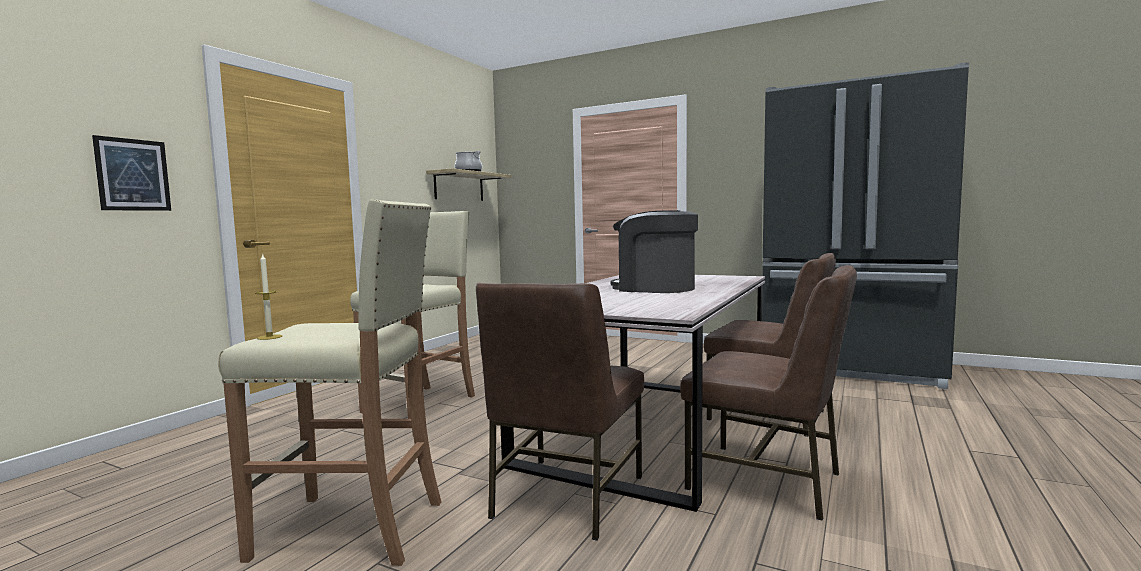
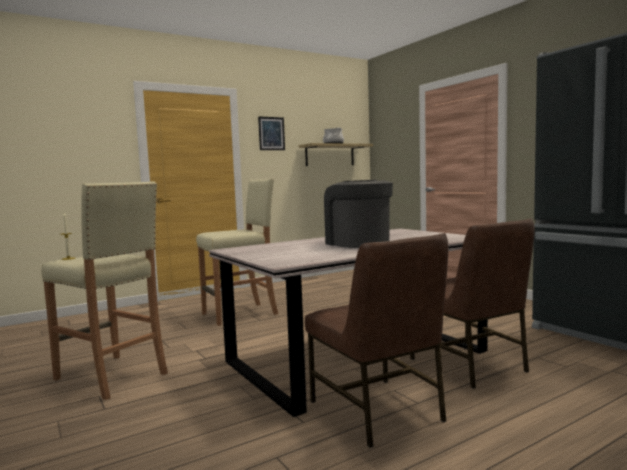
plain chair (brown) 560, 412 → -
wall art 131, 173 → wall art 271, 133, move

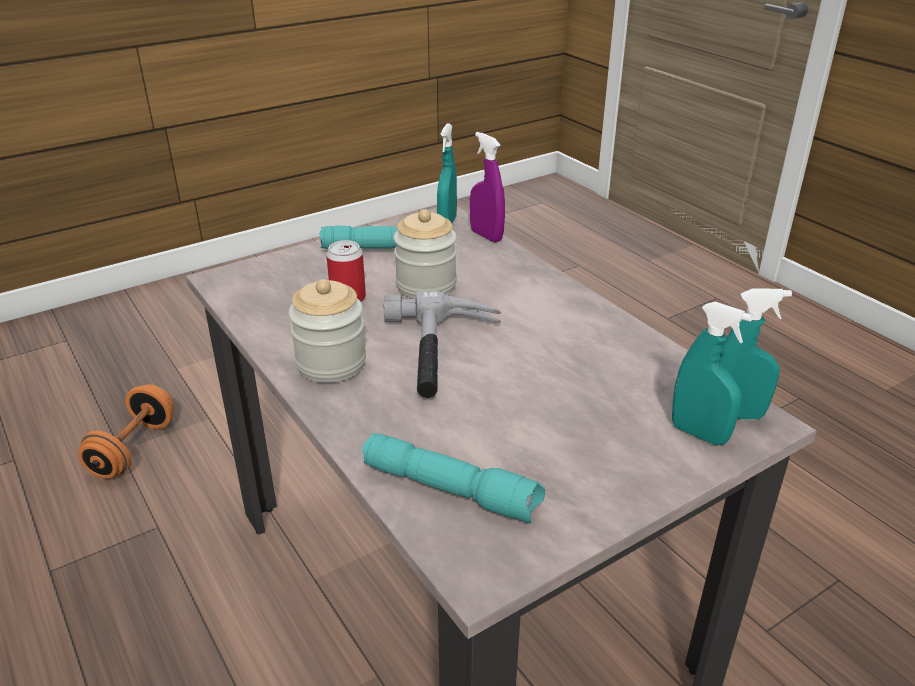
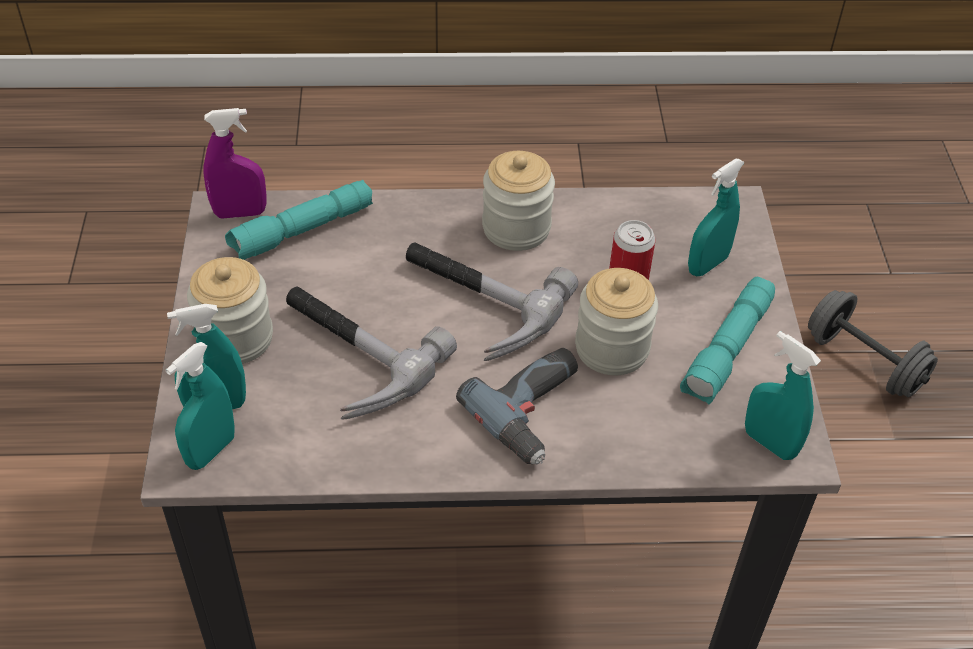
- → preserve jar 230, 310
- → hand hammer 371, 353
- → drill 517, 406
- → spray bottle (turquoise) 716, 218
spray bottle (purplish) 487, 187 → spray bottle (purplish) 235, 163, move
hand weight (orangey) 126, 431 → hand weight (grey) 873, 343

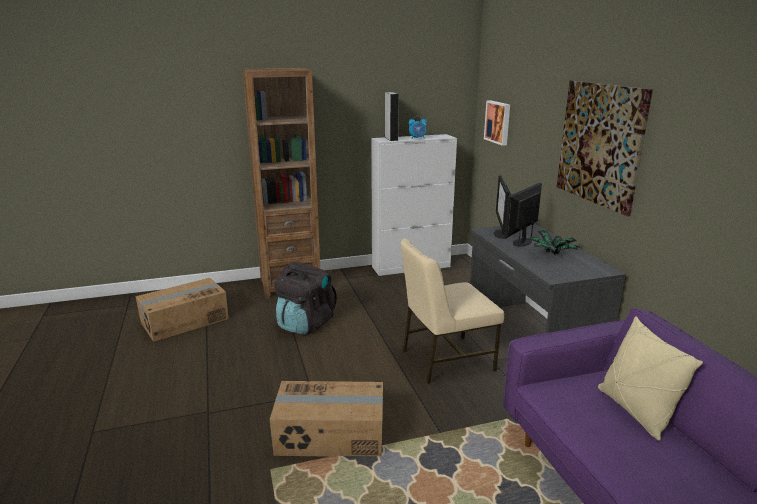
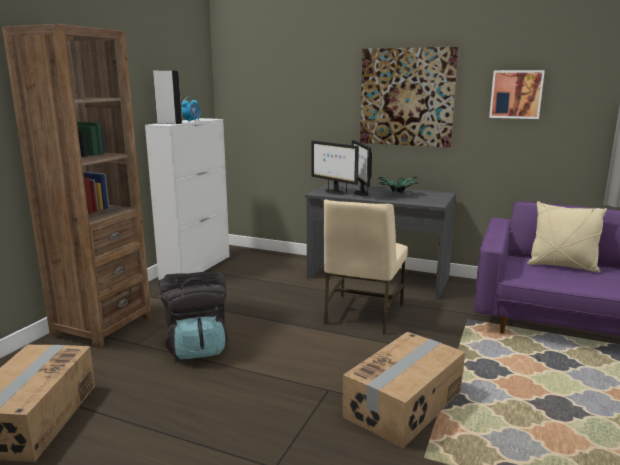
wall art 497, 123 → wall art 517, 94, move

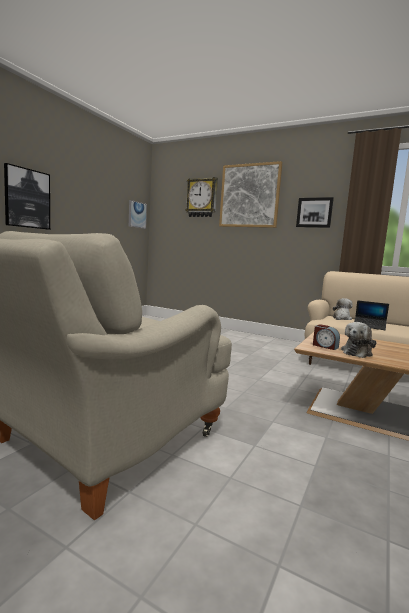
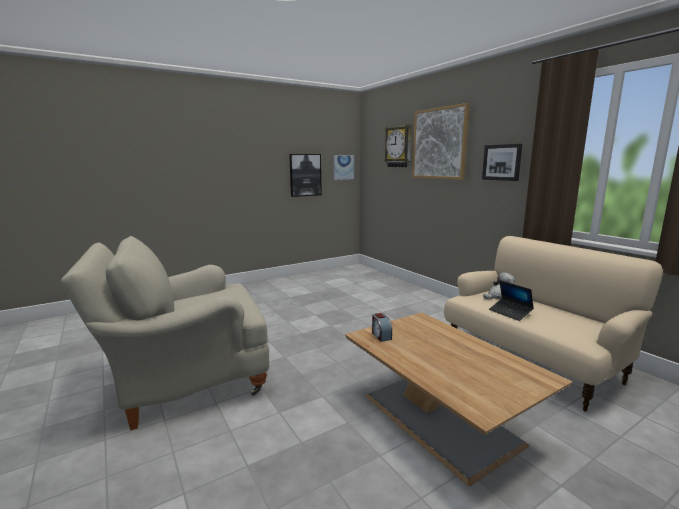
cuddly toy 359, 340 → -
wall art 27, 196 → wall art 305, 175, move

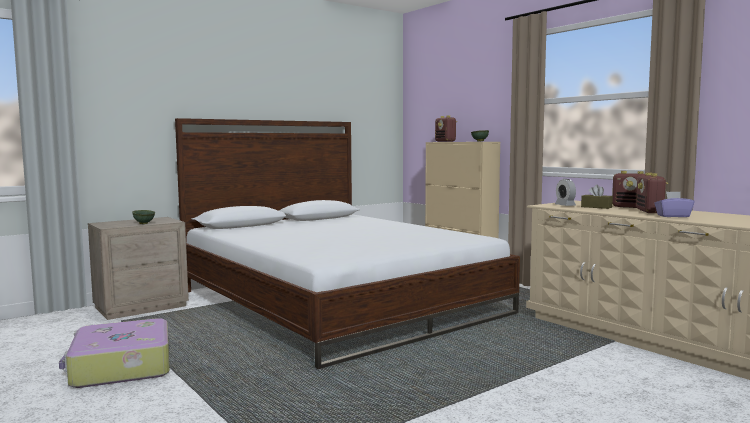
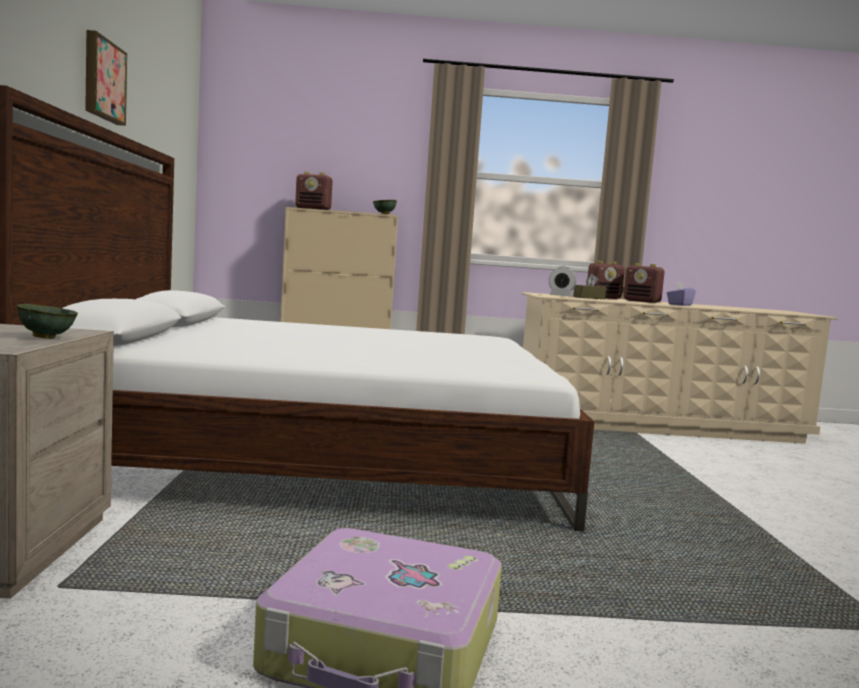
- → wall art 106, 78

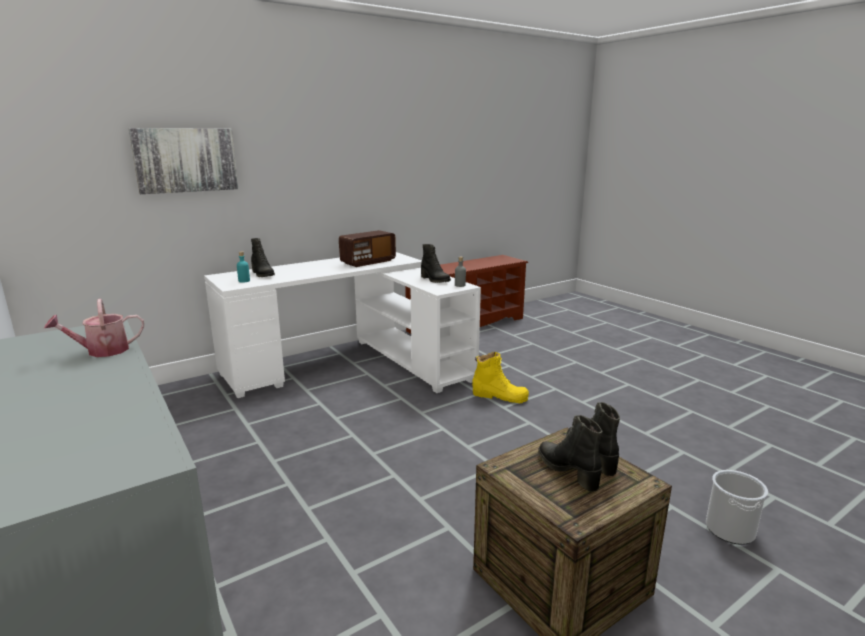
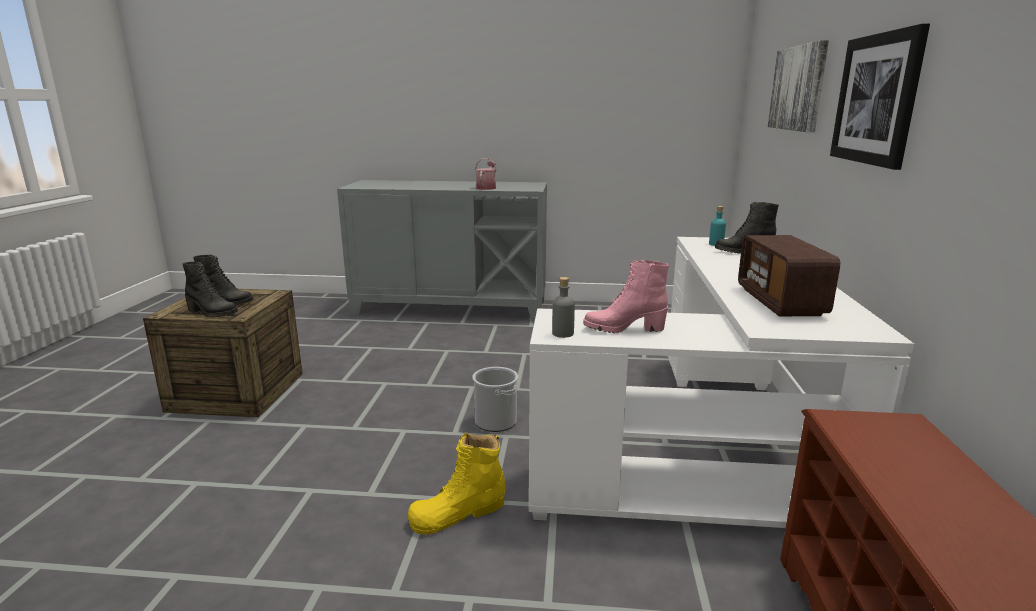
- → wall art 880, 96
bucket 737, 507 → bucket 495, 399, move
high-top boot (blackish) 436, 263 → high-top boot (pink) 626, 296

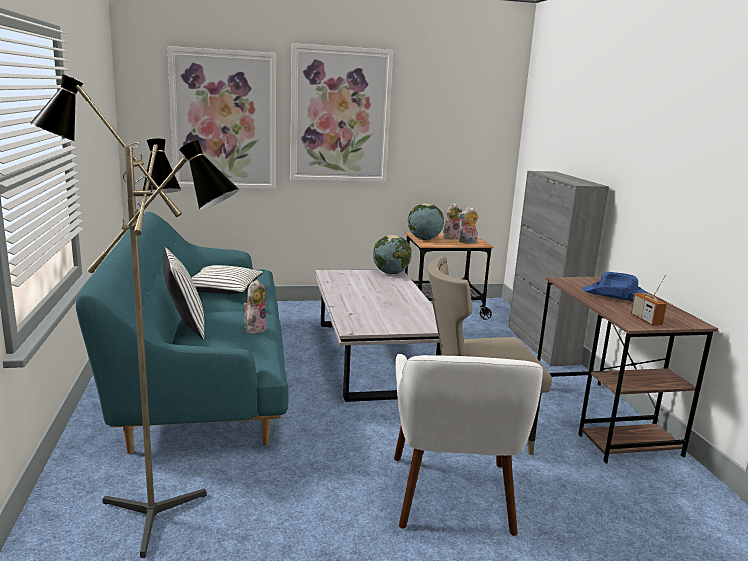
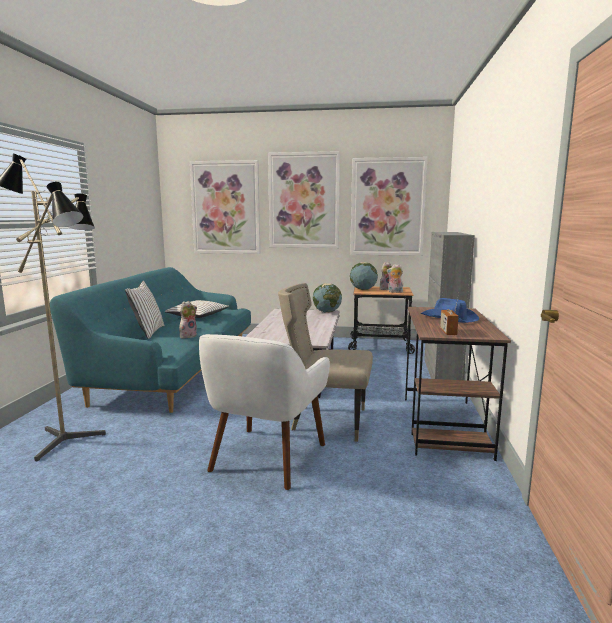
- → wall art 389, 206

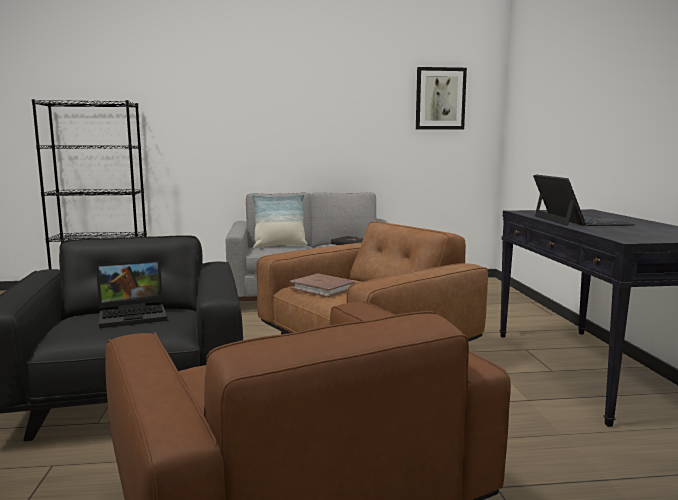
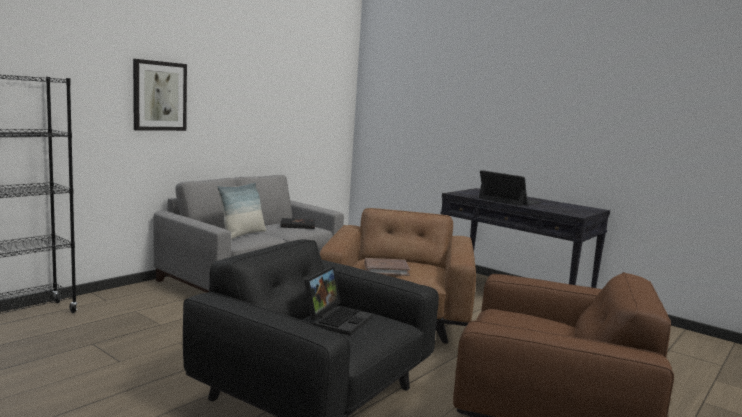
wall art 441, 98 → wall art 160, 95, move

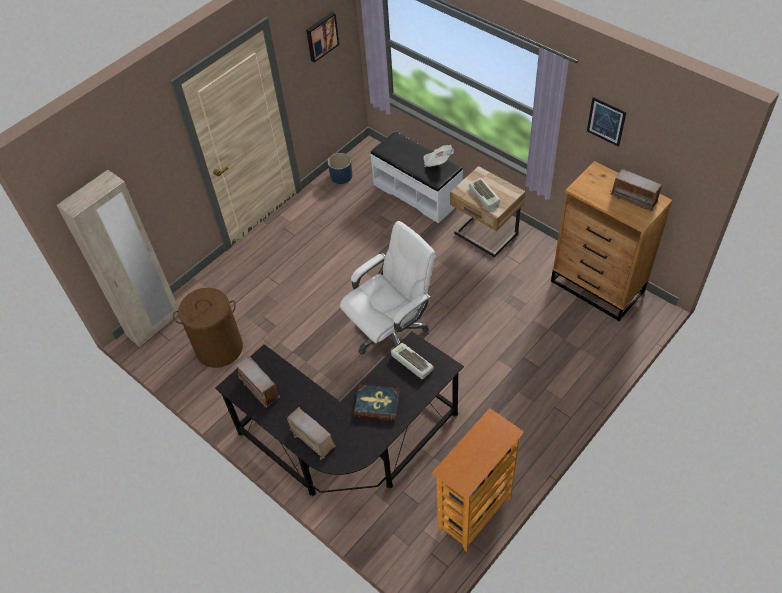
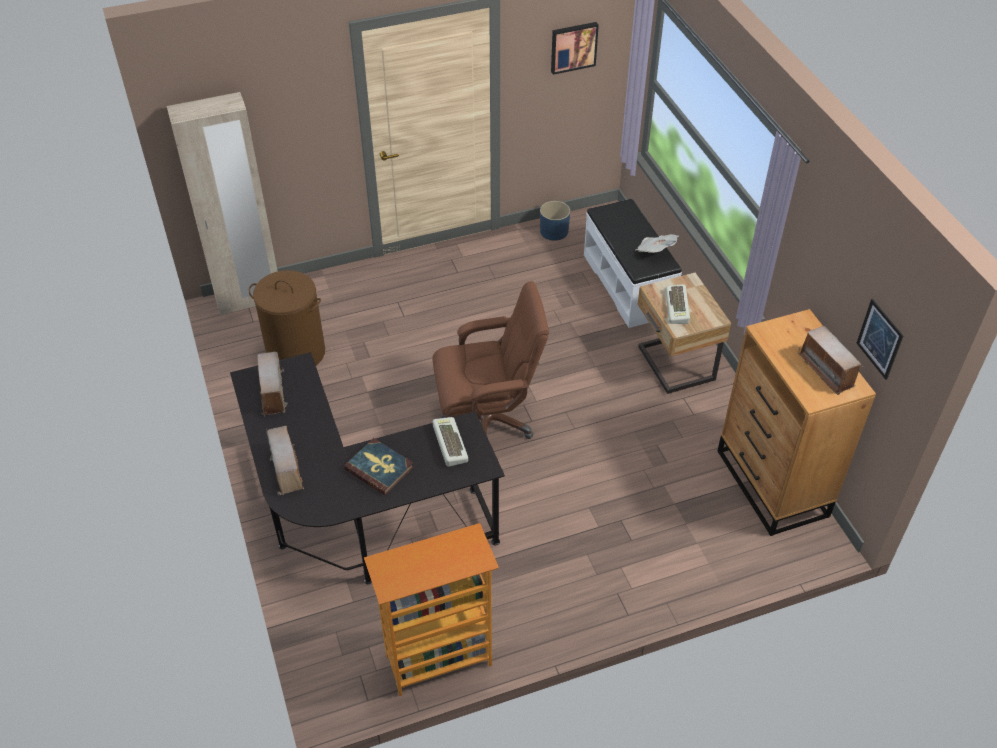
wall art 606, 122 → wall art 880, 339, move
desk chair (white) 387, 287 → desk chair (brown) 490, 360

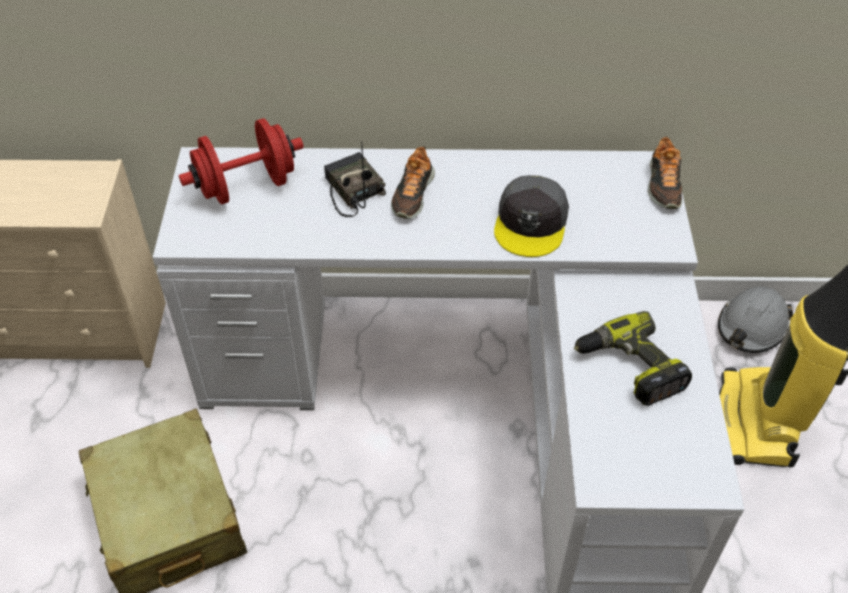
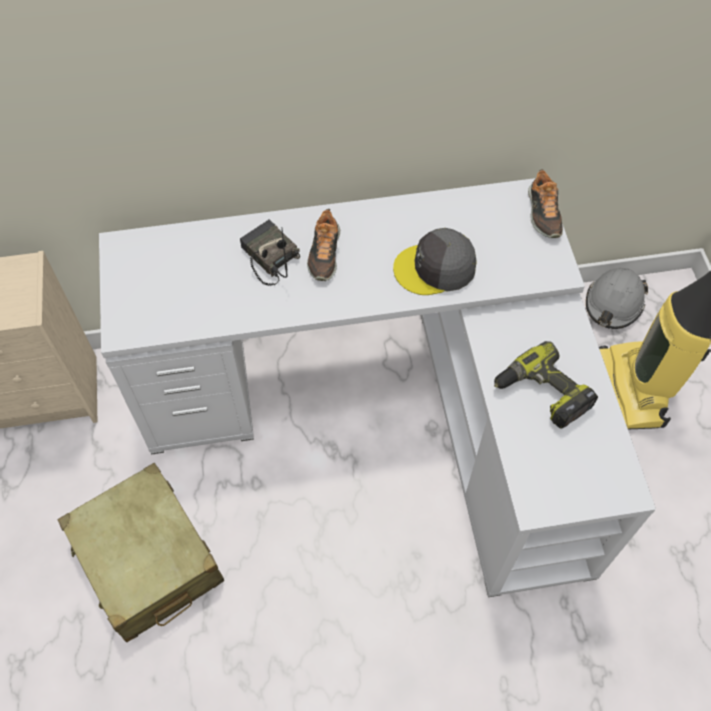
hand weight (red) 241, 161 → -
cap (grey) 531, 216 → cap (grey) 434, 261, 75 degrees clockwise

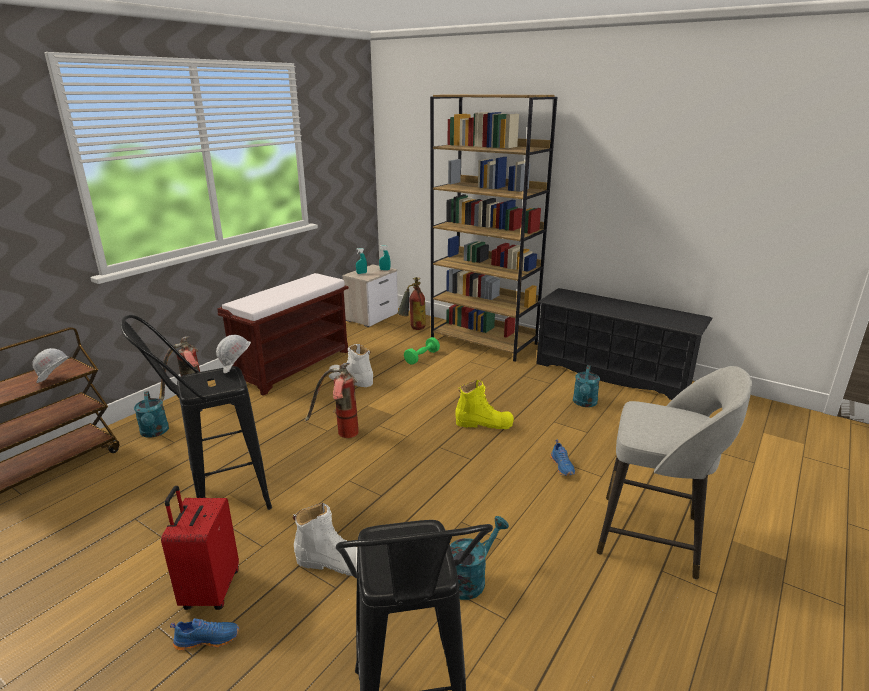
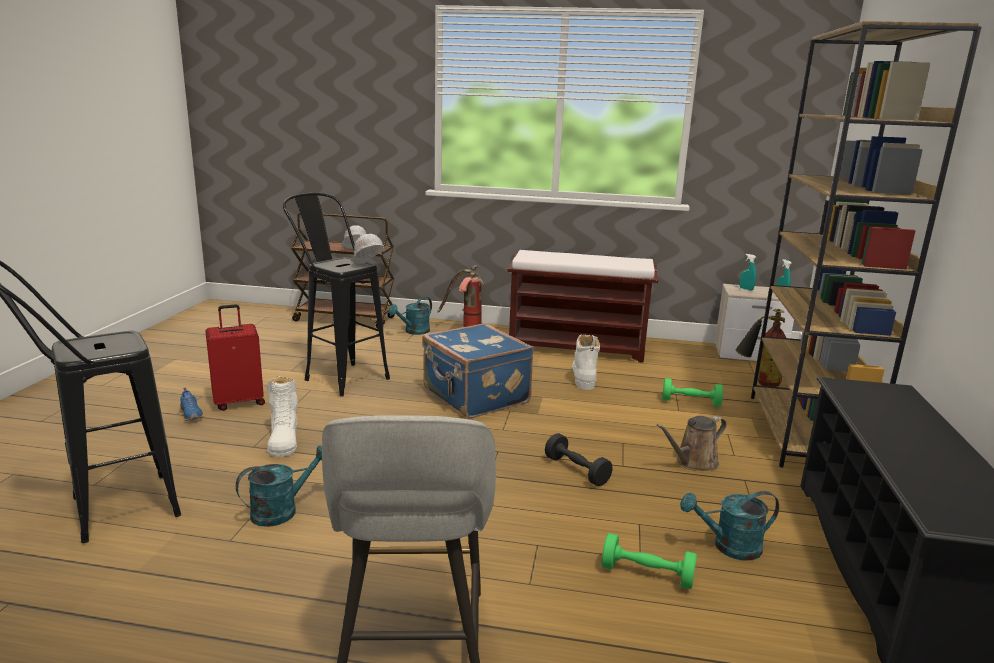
shoe (bluish) 562, 458 → -
- → hand weight (green) 649, 561
- → sprinkling can (brown) 691, 443
extinguisher 332, 400 → piece of luggage (bluish) 478, 370
high-top boot (yellow) 484, 404 → hand weight (blackish) 579, 459
sprinkling can (turquoise) 479, 558 → sprinkling can (turquoise) 279, 486, 60 degrees counterclockwise

